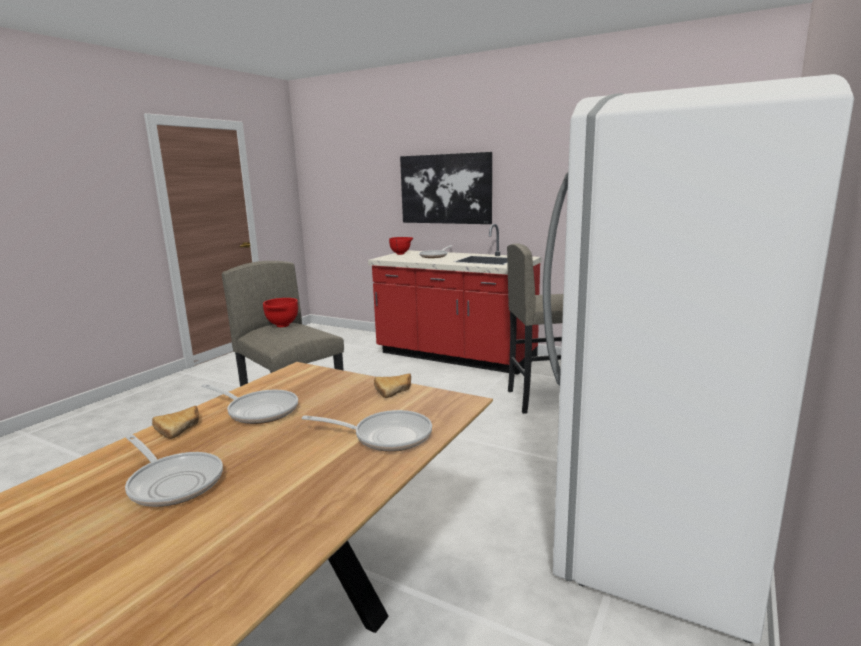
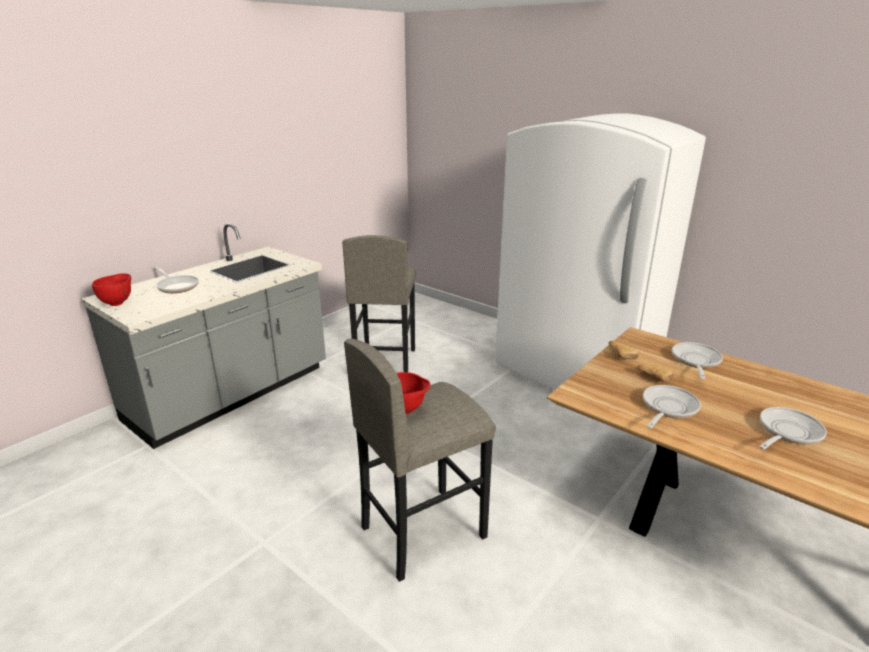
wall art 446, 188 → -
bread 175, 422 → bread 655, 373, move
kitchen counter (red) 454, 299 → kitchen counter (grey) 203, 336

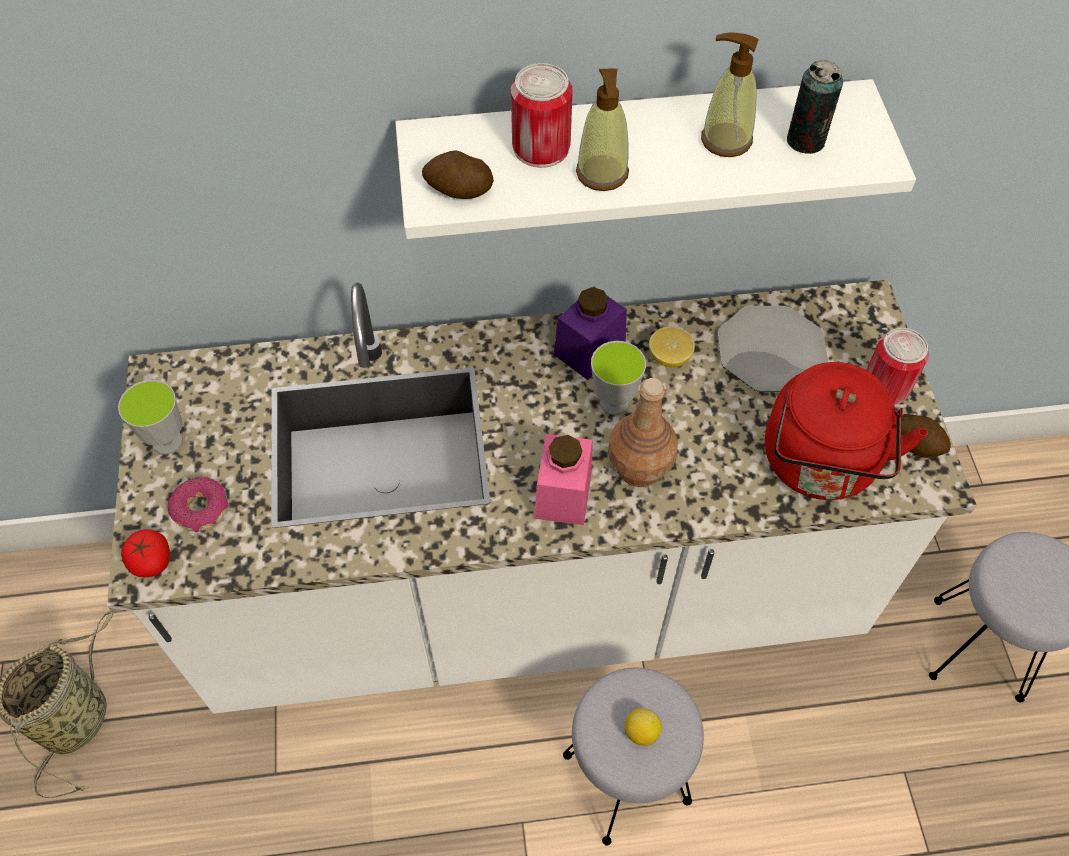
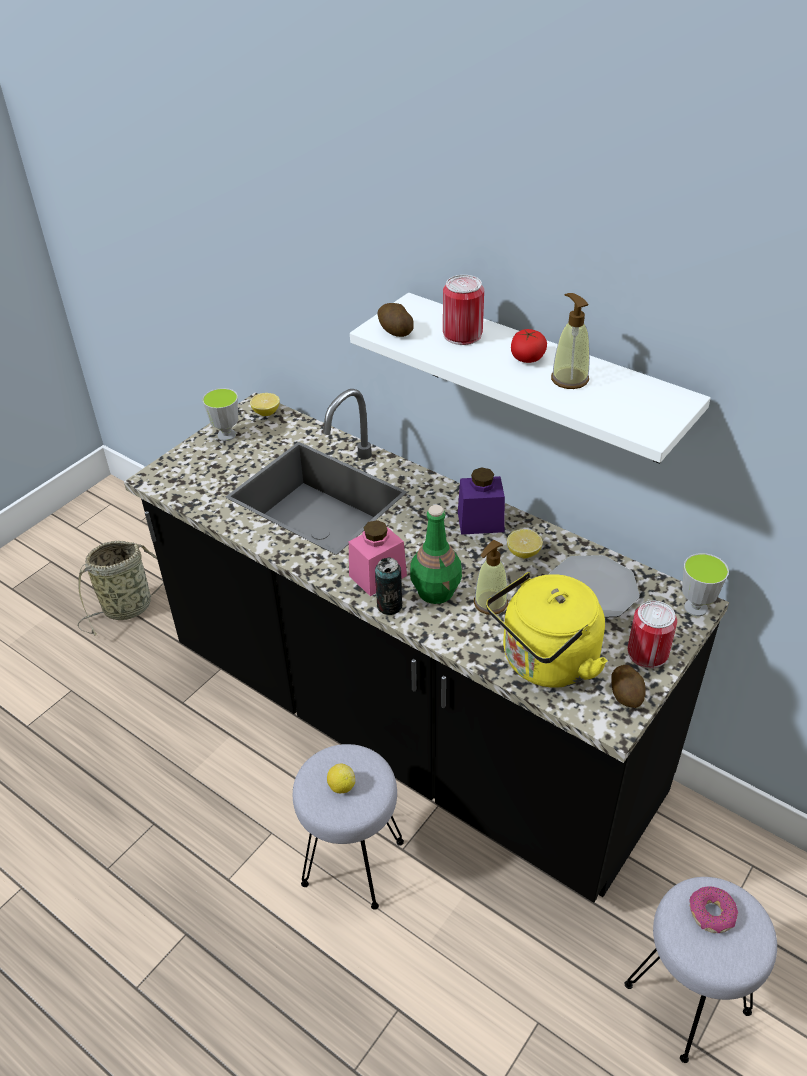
- → whole lemon 265, 404
fresh tomato 145, 553 → fresh tomato 529, 346, move
ring doughnut 197, 505 → ring doughnut 713, 909, move
liquid soap bottle 602, 129 → liquid soap bottle 491, 577, move
small cup 618, 378 → small cup 705, 584, move
can 815, 107 → can 388, 586, move
kitchen counter (white) 542, 497 → kitchen counter (blackish) 426, 646
beverage bottle (brown) 643, 432 → beverage bottle (green) 436, 554
kettle (red) 846, 431 → kettle (yellow) 547, 630

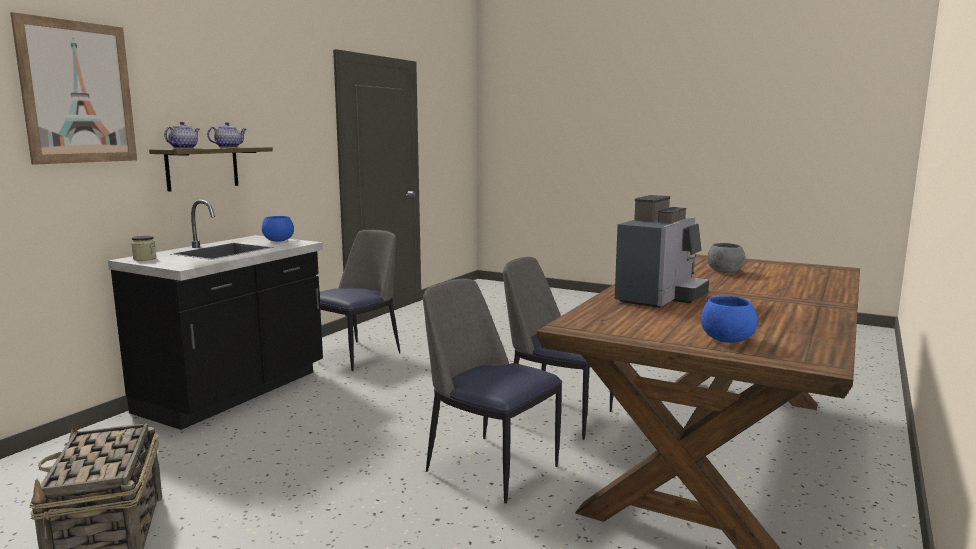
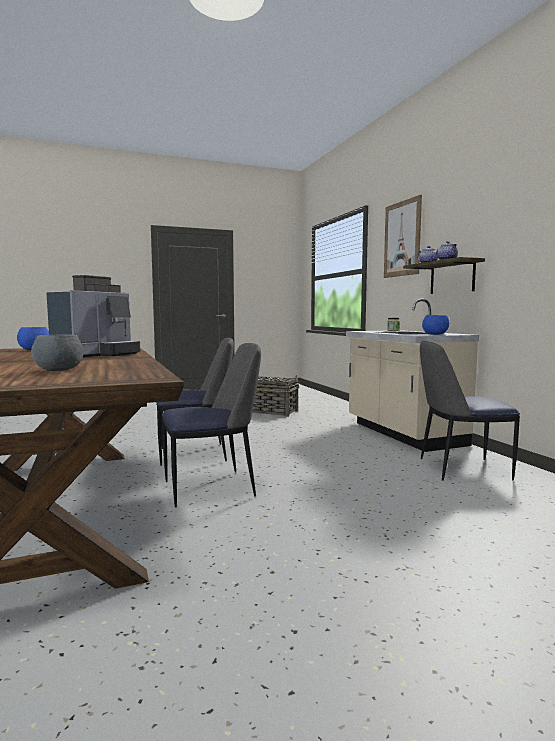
kitchen counter (blackish) 215, 315 → kitchen counter (sand-coloured) 412, 375
plain chair 360, 300 → plain chair 470, 411, 105 degrees clockwise
coffee maker 662, 251 → coffee maker 93, 316, 135 degrees counterclockwise

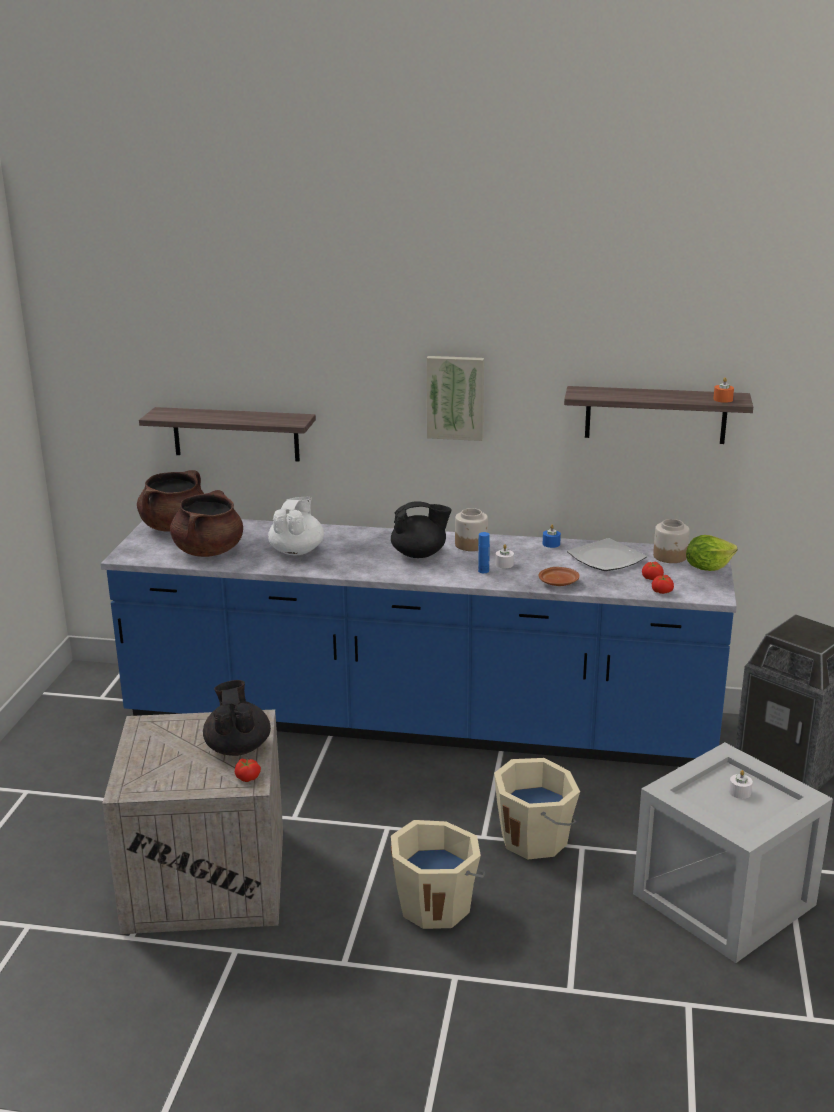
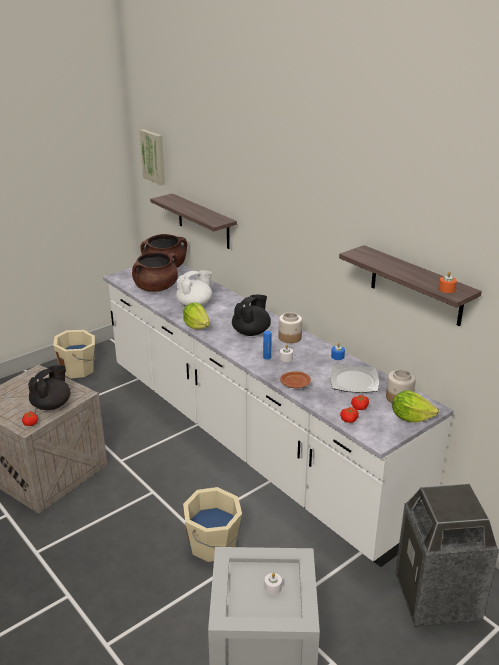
- → head of lettuce 196, 315
bucket (sand-coloured) 438, 874 → bucket (sand-coloured) 74, 354, move
wall art 455, 398 → wall art 152, 157, move
kitchen counter (bluish) 419, 643 → kitchen counter (white) 278, 416
pot for tea (blackish) 421, 529 → pot for tea (blackish) 251, 315, 90 degrees counterclockwise

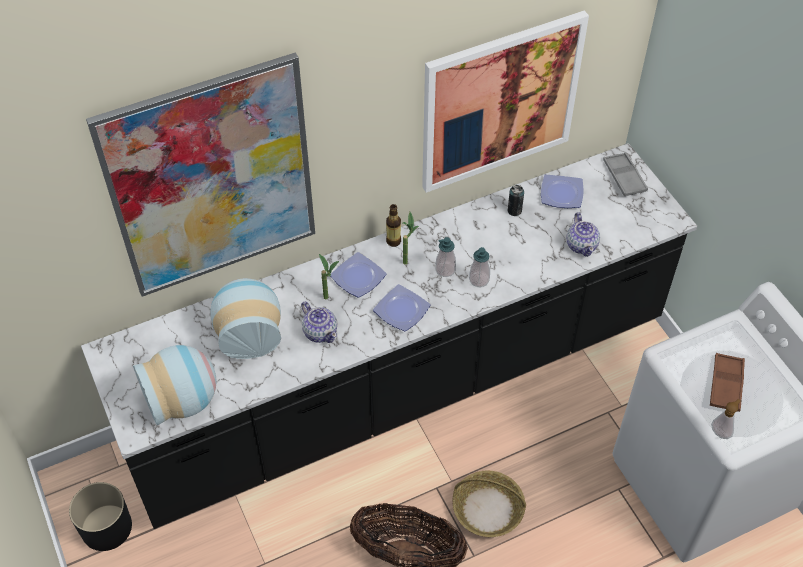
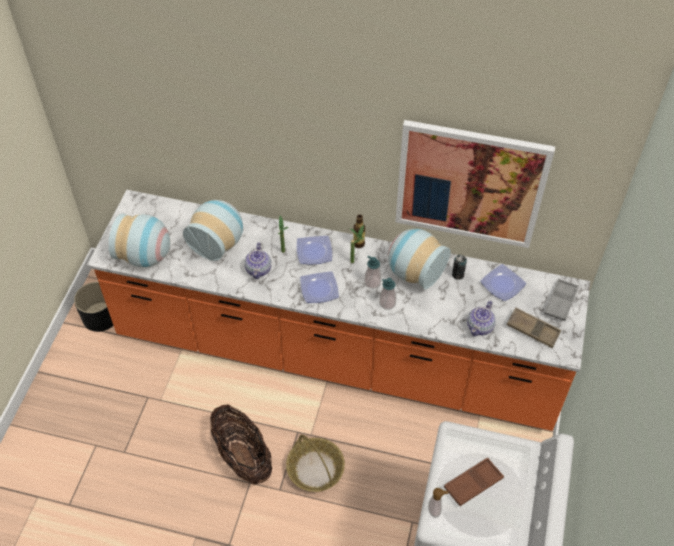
wall art 200, 174 → -
- → vase 419, 259
- → serving tray (brown) 534, 328
kitchen counter (blackish) 389, 336 → kitchen counter (orangey) 338, 310

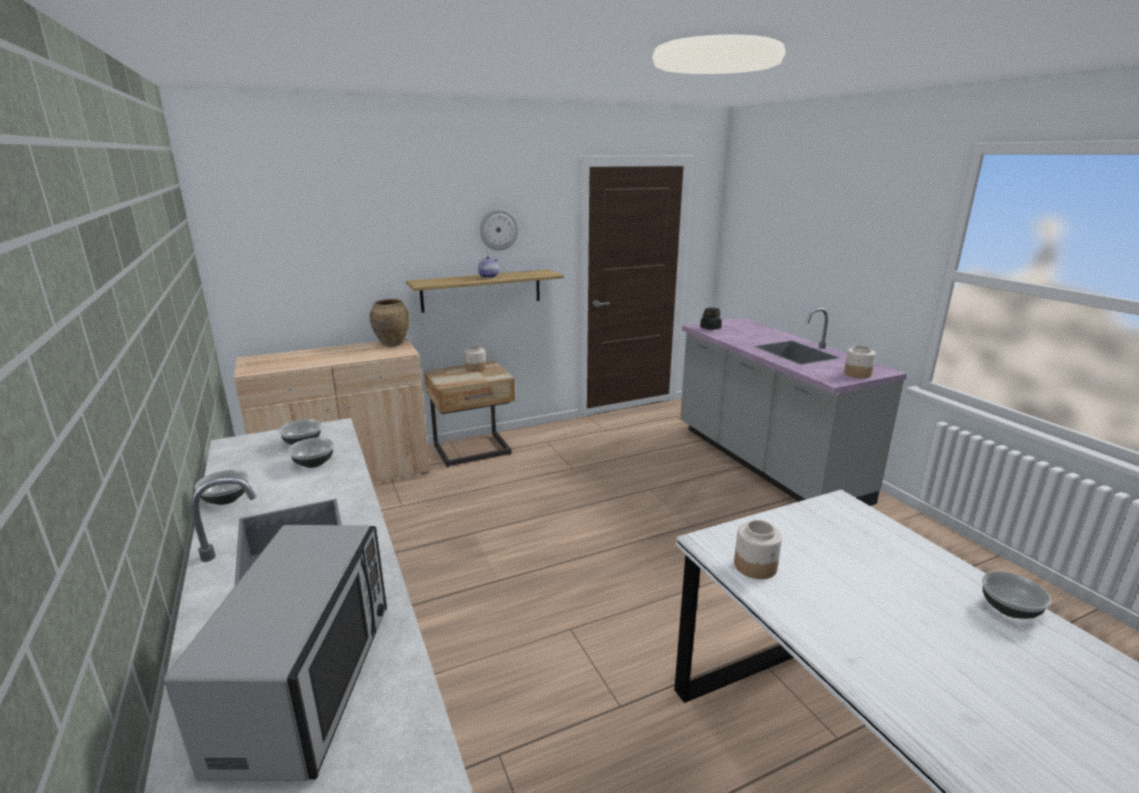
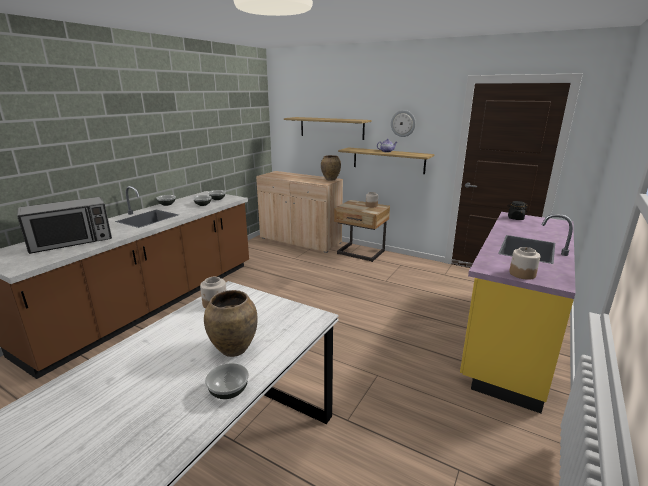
- → vase (brown) 231, 323
- → wall shelf 328, 128
kitchen counter (grey) 793, 407 → kitchen counter (yellow) 518, 312

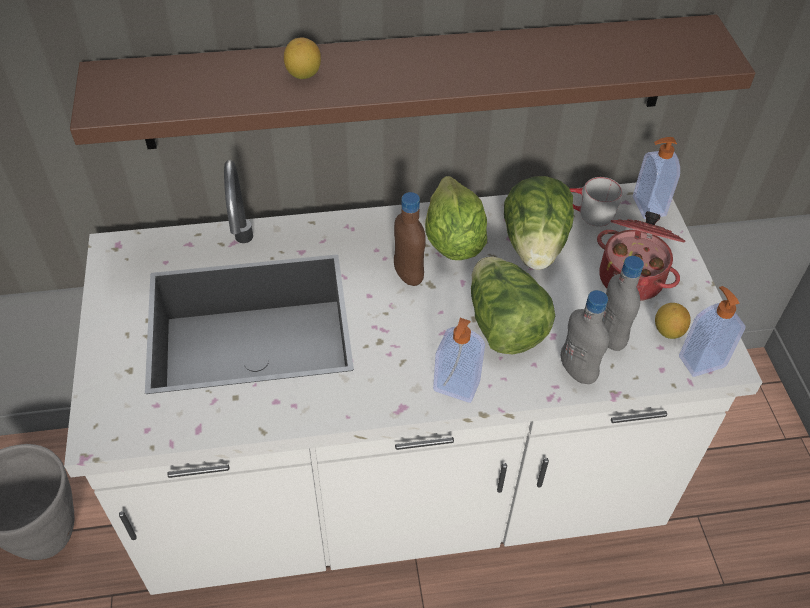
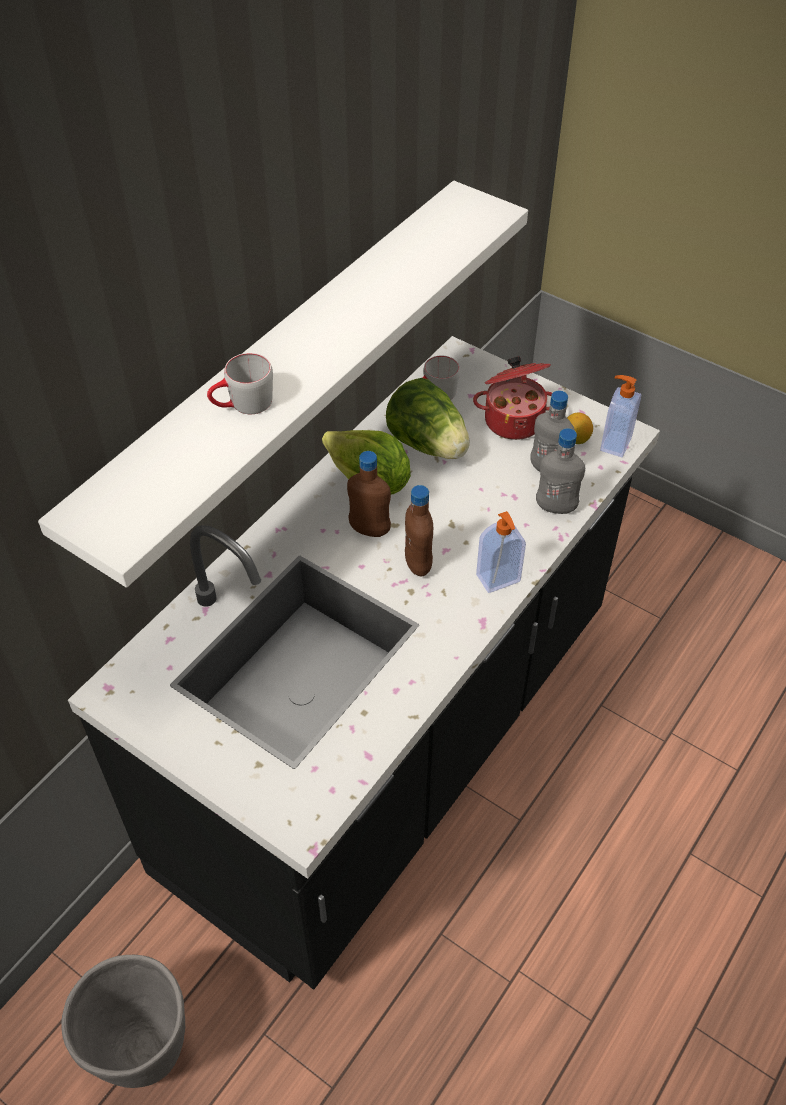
head of lettuce 513, 305 → -
liquid soap bottle 656, 178 → -
- → beverage bottle (brown) 419, 530
whole lemon 302, 58 → mug (grey) 240, 383
kitchen counter (white) 413, 377 → kitchen counter (blackish) 364, 662
wall shelf (brown) 412, 81 → wall shelf (white) 283, 384

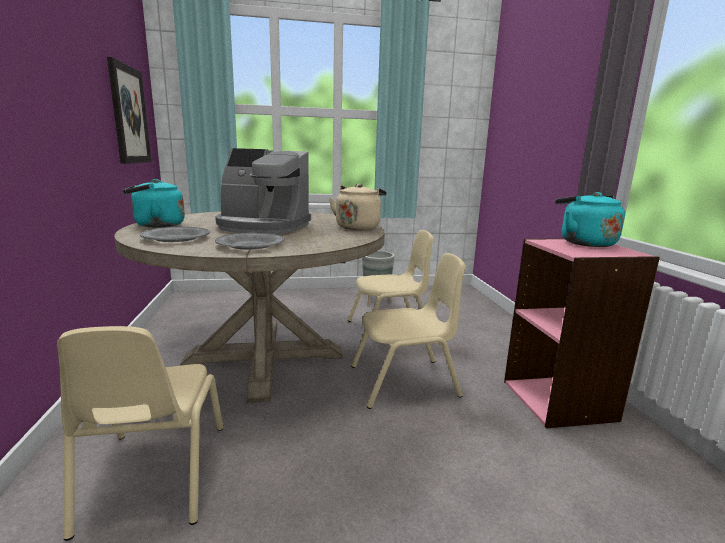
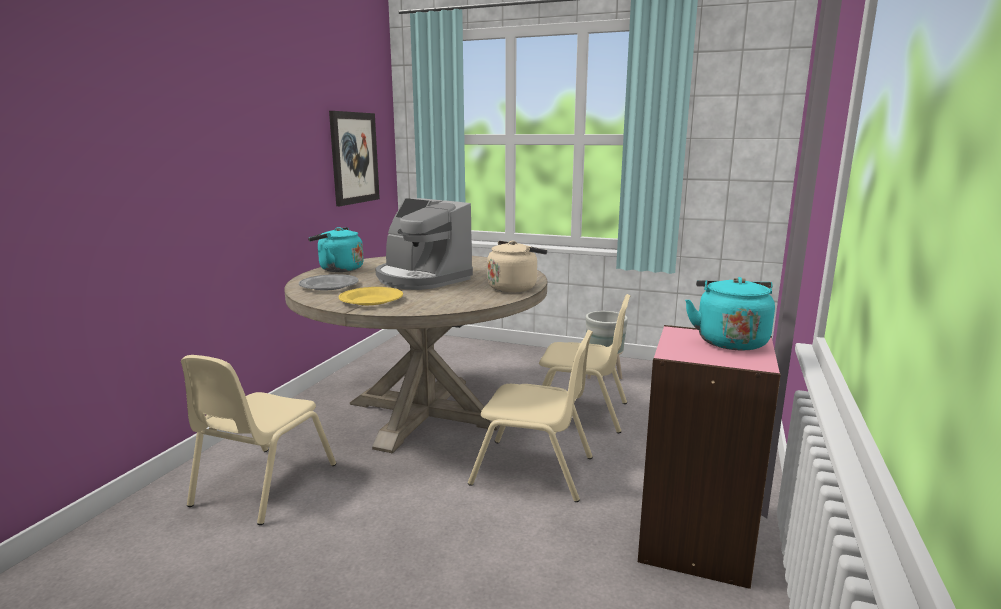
dinner plate (grey) 250, 241 → dinner plate (yellow) 371, 296

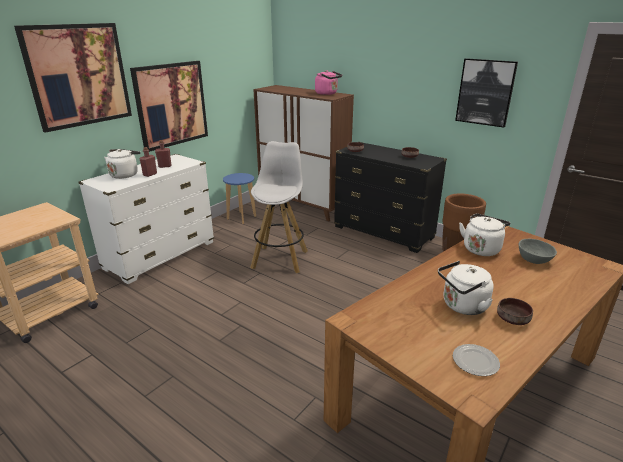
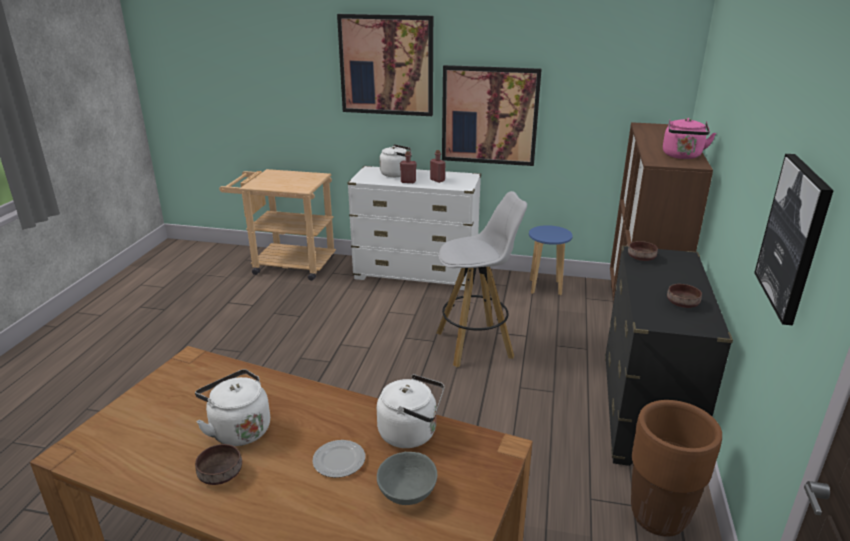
dinner plate 476, 360 → dinner plate 338, 459, move

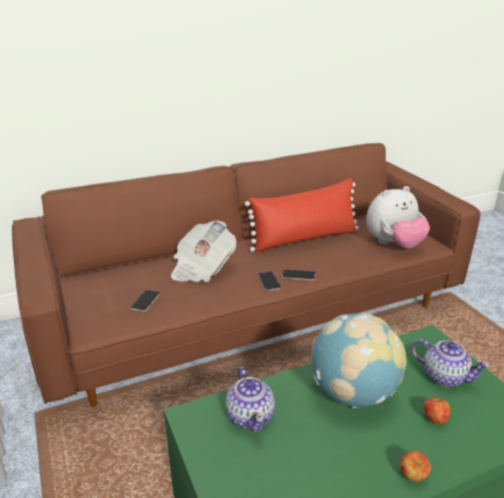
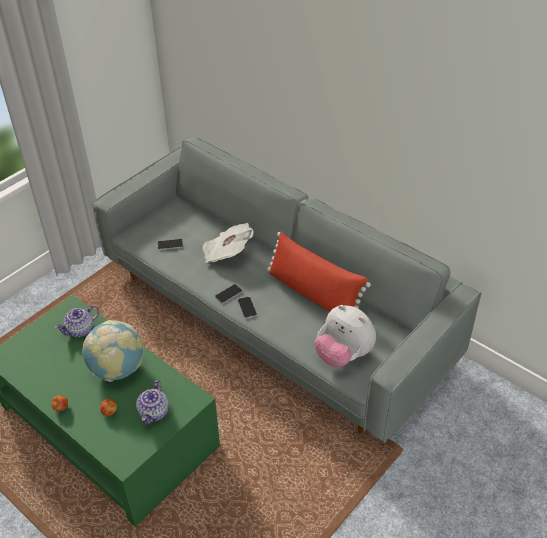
settee (brown) 246, 275 → settee (grey) 287, 290

